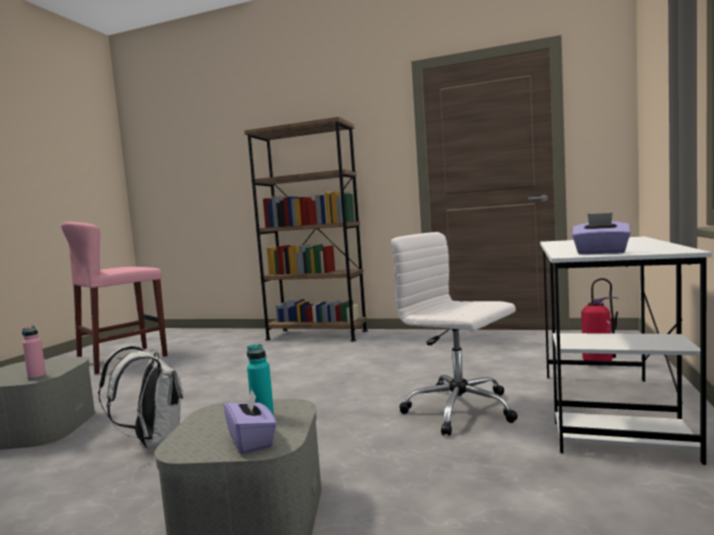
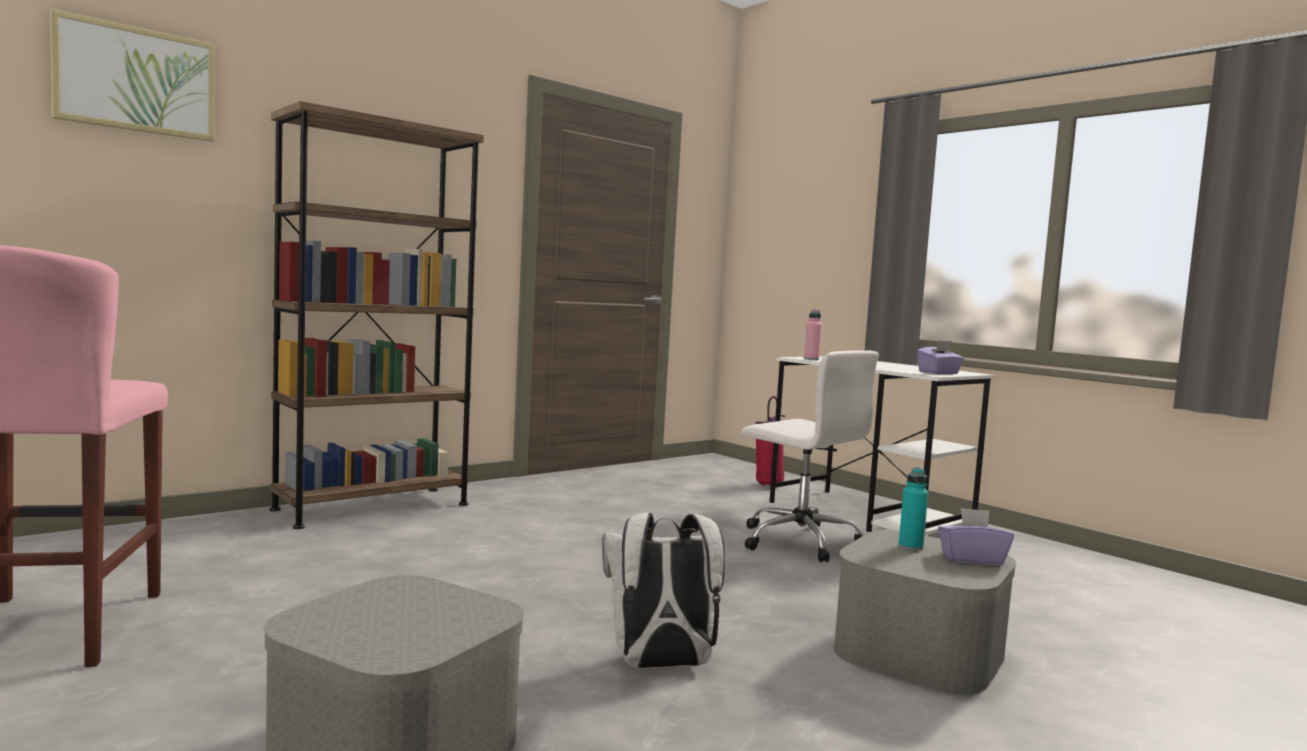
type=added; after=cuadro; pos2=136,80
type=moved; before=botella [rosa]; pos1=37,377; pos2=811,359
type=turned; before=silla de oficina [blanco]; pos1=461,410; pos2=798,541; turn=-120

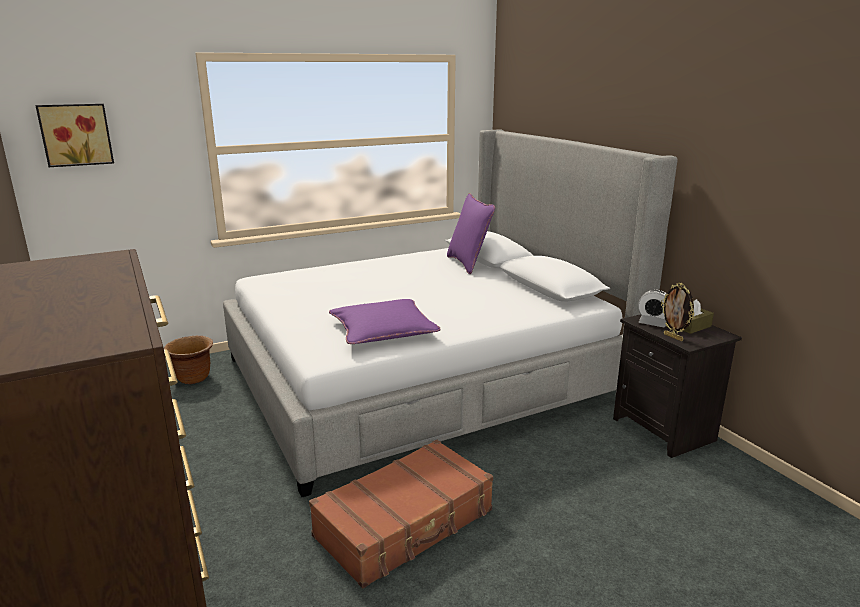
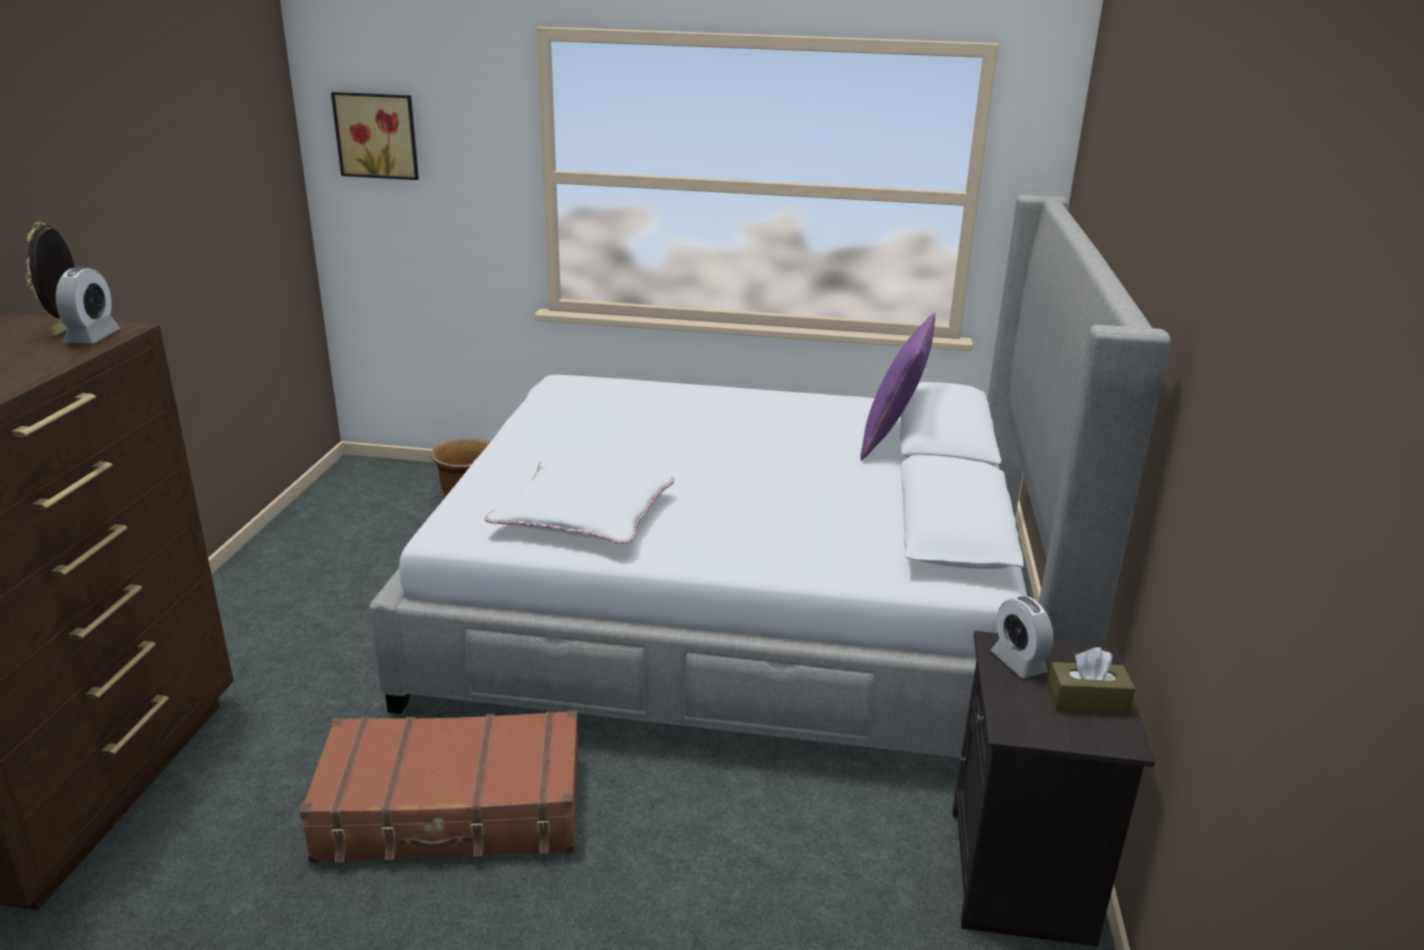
type=added; after=despertador; pos2=93,337
type=moved; before=portarretratos; pos1=673,337; pos2=67,329
type=recoloured; before=cojín [morado]; after=cojín [blanco]; pos1=383,330; pos2=583,515

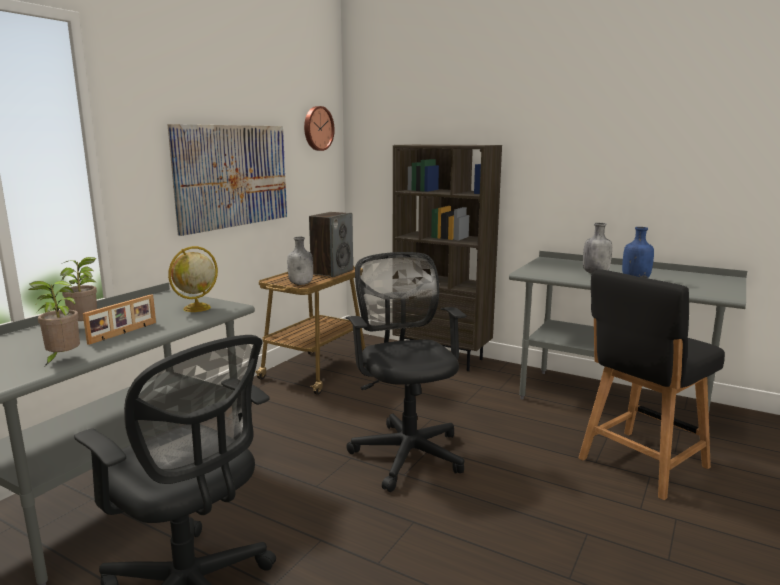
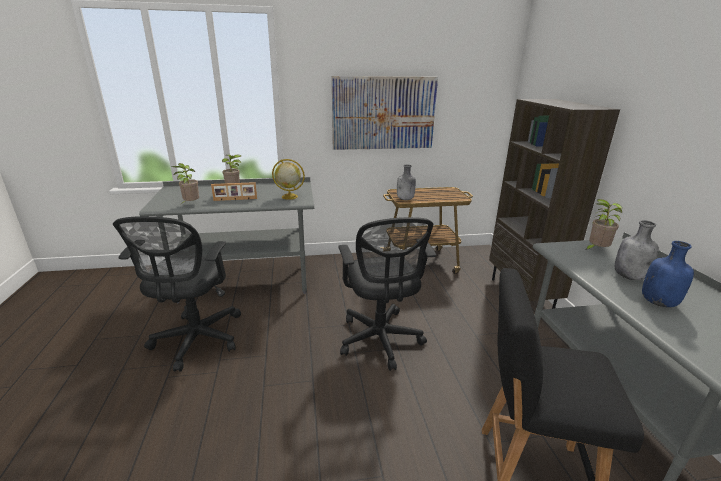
type=removed; before=reloj de pared; pos1=317,128
type=removed; before=altavoz; pos1=332,272
type=added; after=planta en maceta; pos2=596,250
type=turned; before=silla de oficina [negro]; pos1=407,451; pos2=380,341; turn=135

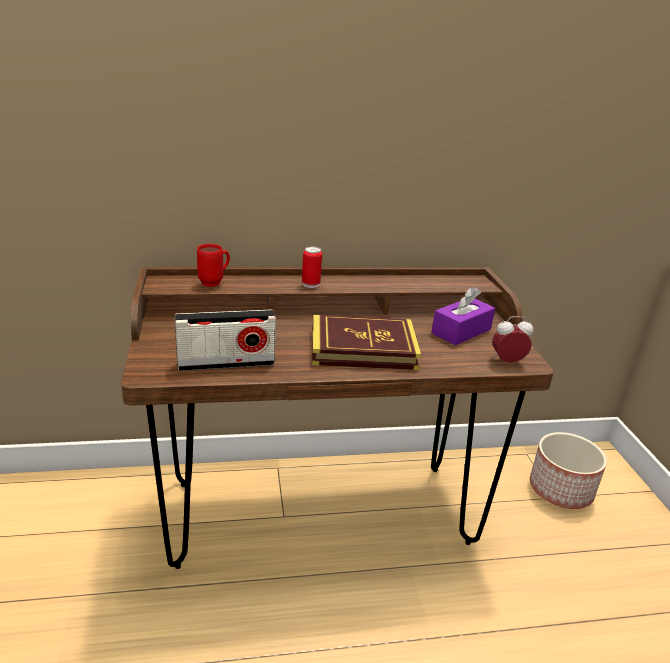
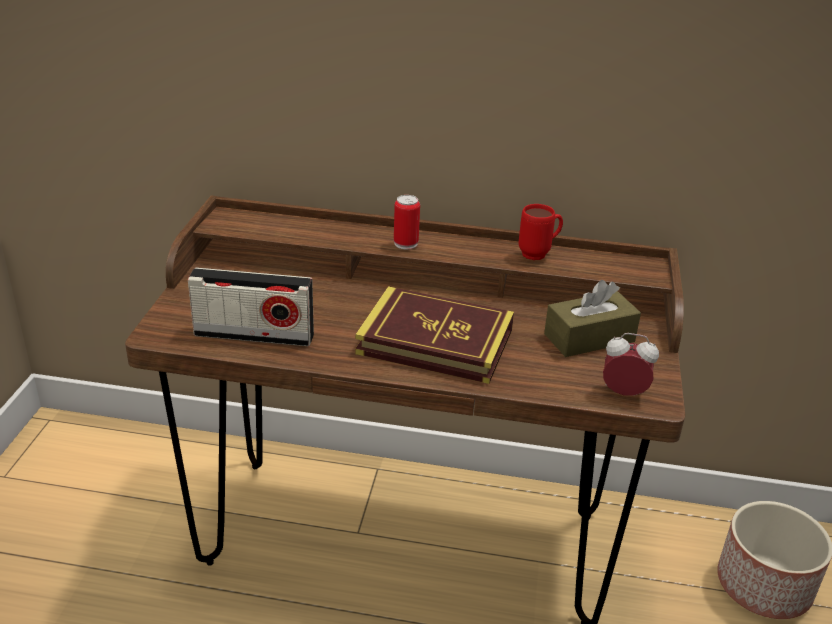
type=moved; before=taza grande [rojo]; pos1=215,282; pos2=539,253
type=recoloured; before=caja de pañuelos [morado]; after=caja de pañuelos [marrón]; pos1=461,331; pos2=589,338

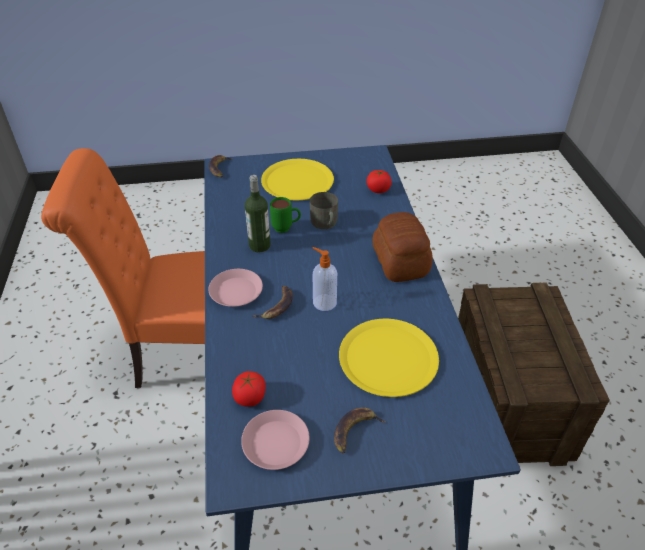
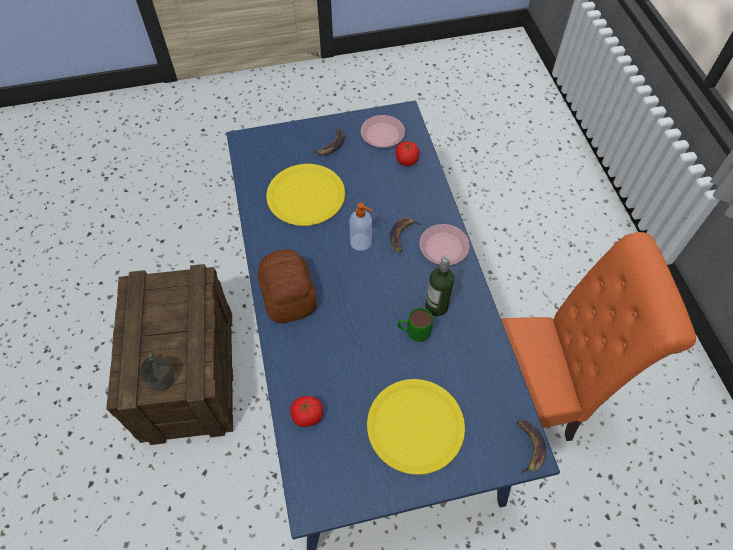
type=moved; before=taza grande [gris]; pos1=325,223; pos2=161,375

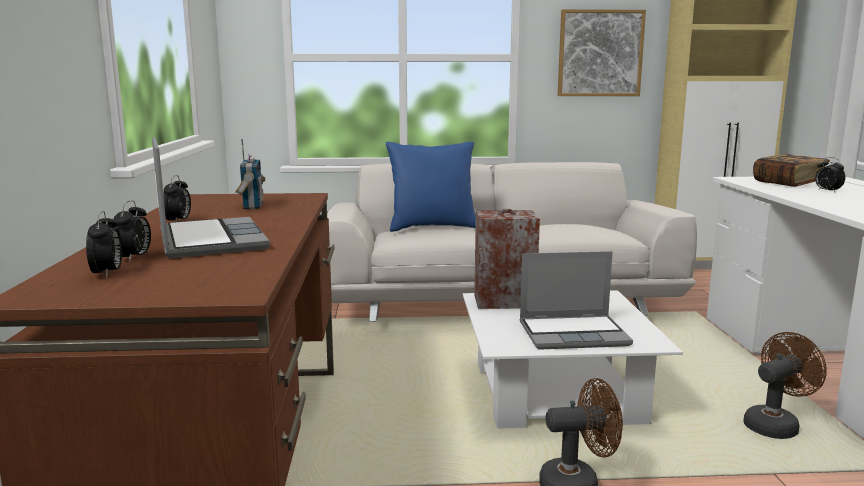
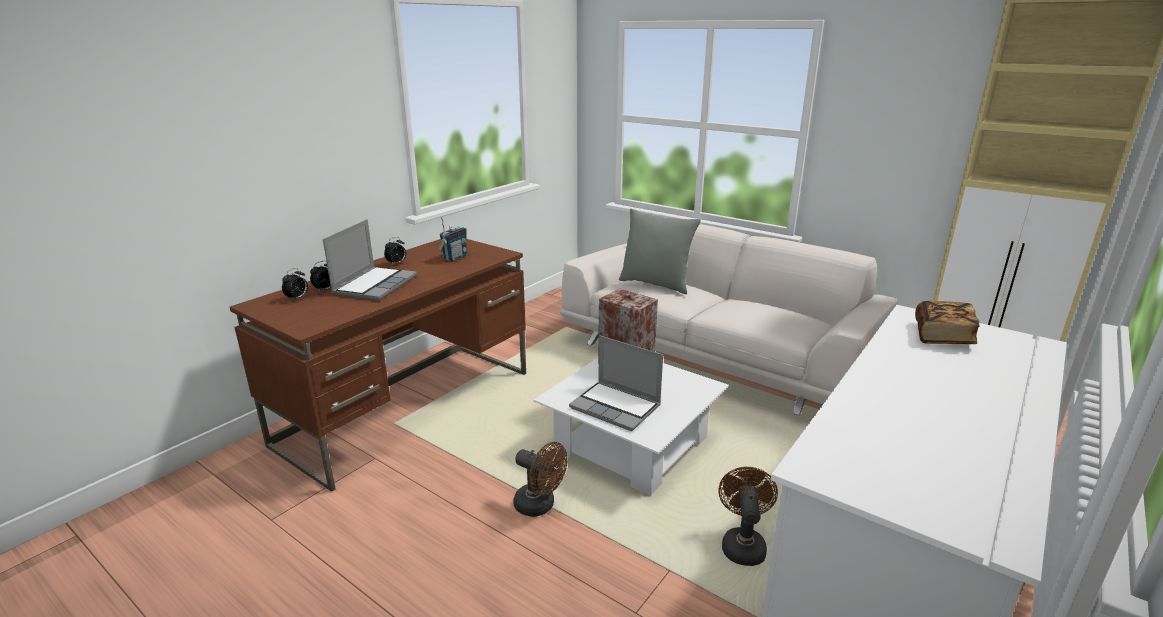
type=removed; before=cuadro; pos1=600,53
type=removed; before=despertador; pos1=827,191
type=recoloured; before=cojín [azul]; after=cojín [gris]; pos1=432,227; pos2=656,284
type=turned; before=ventilador [marrón]; pos1=775,425; pos2=742,544; turn=-90

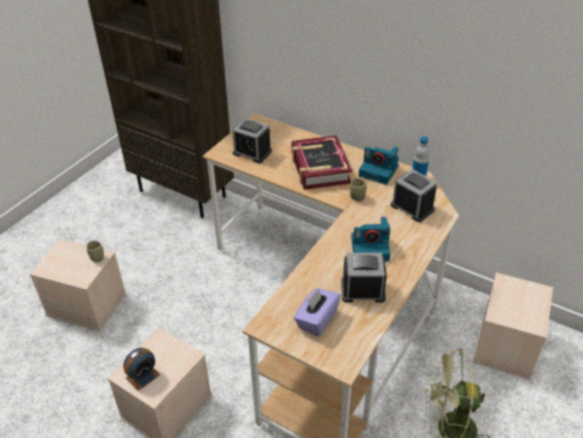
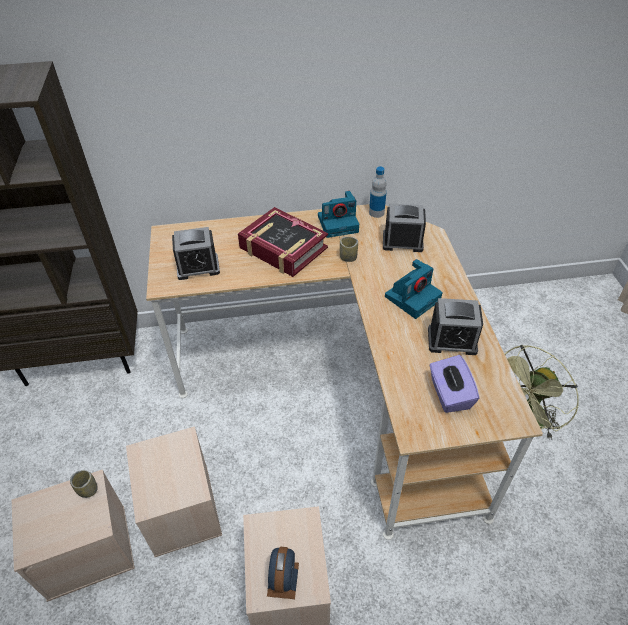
type=moved; before=caja de almacenaje [beis]; pos1=506,346; pos2=183,509
type=turned; before=despertador; pos1=362,290; pos2=452,340; turn=-135

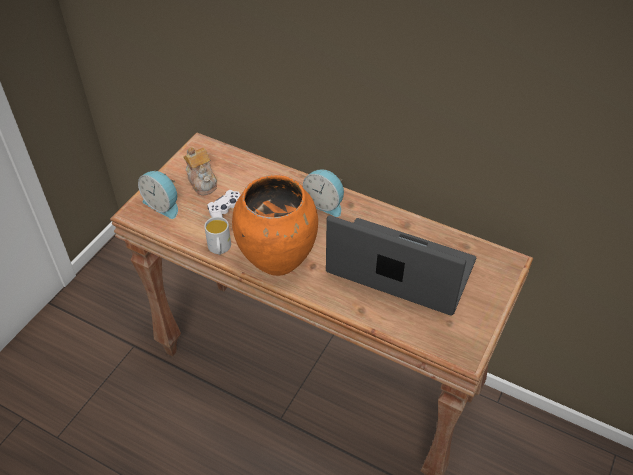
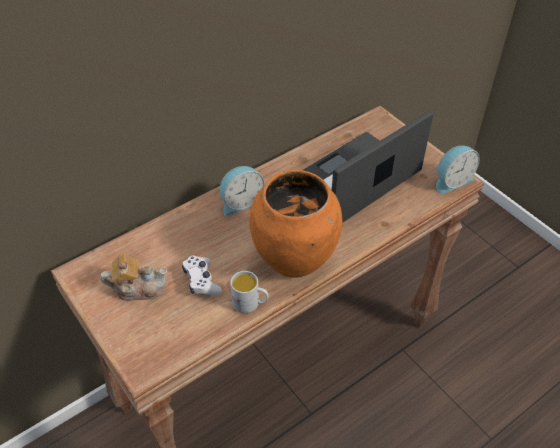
type=moved; before=despertador; pos1=163,205; pos2=451,181

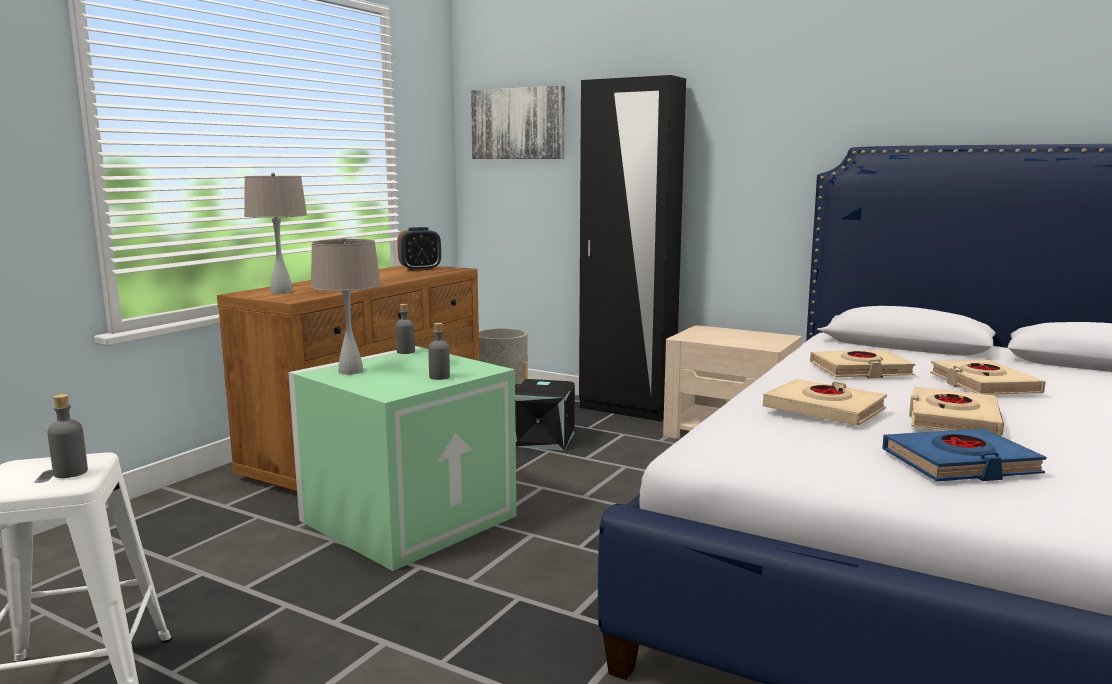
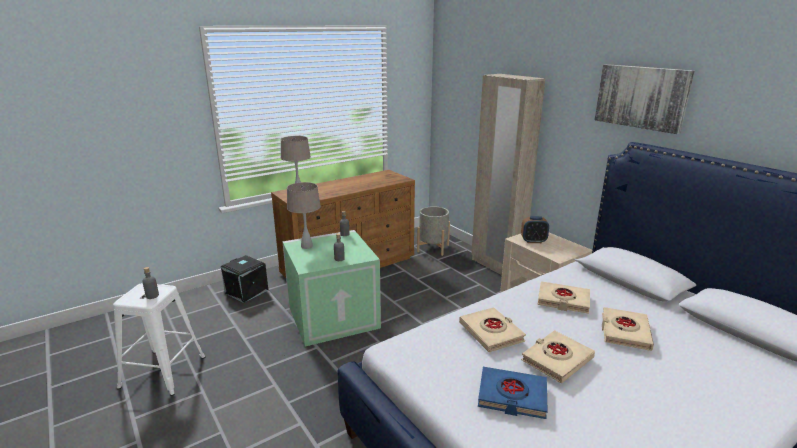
type=moved; before=despertador; pos1=420,269; pos2=533,241
type=moved; before=cuadro; pos1=518,124; pos2=641,97
type=moved; before=caja de almacenaje [negro]; pos1=542,440; pos2=246,292
type=recoloured; before=armario ropero [negro]; after=armario ropero [beis]; pos1=626,410; pos2=496,266

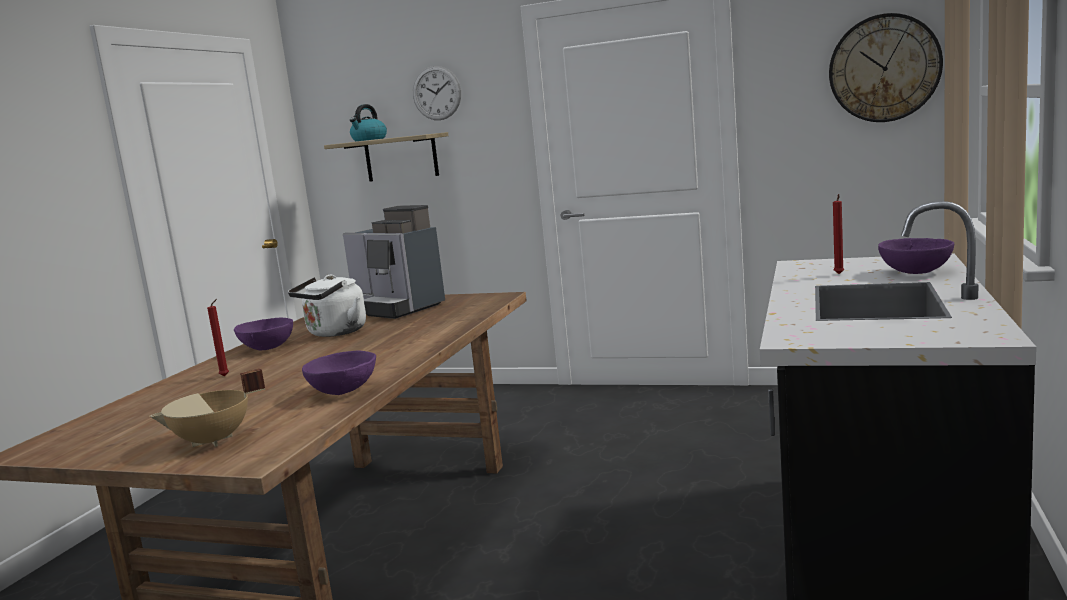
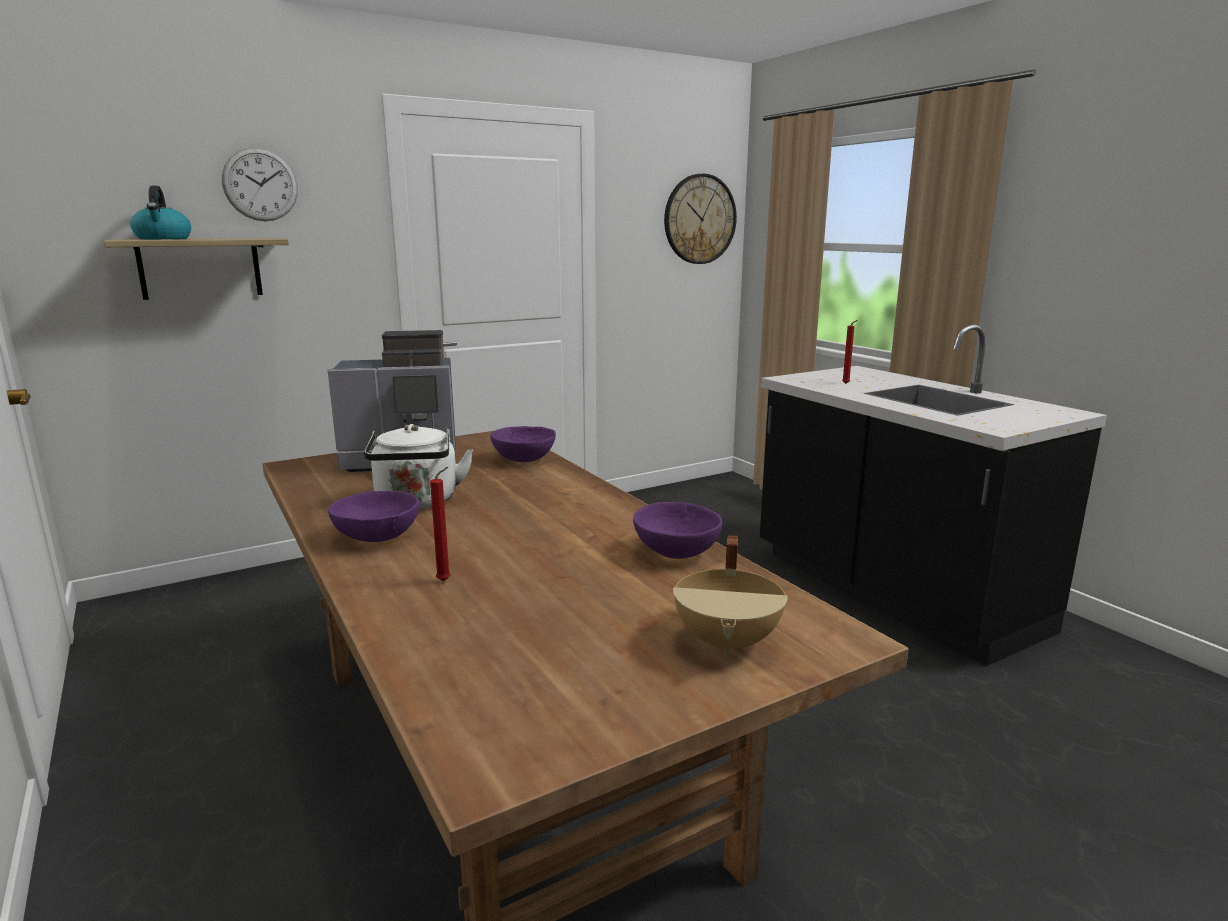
type=moved; before=cuenco [morado]; pos1=914,272; pos2=523,460

